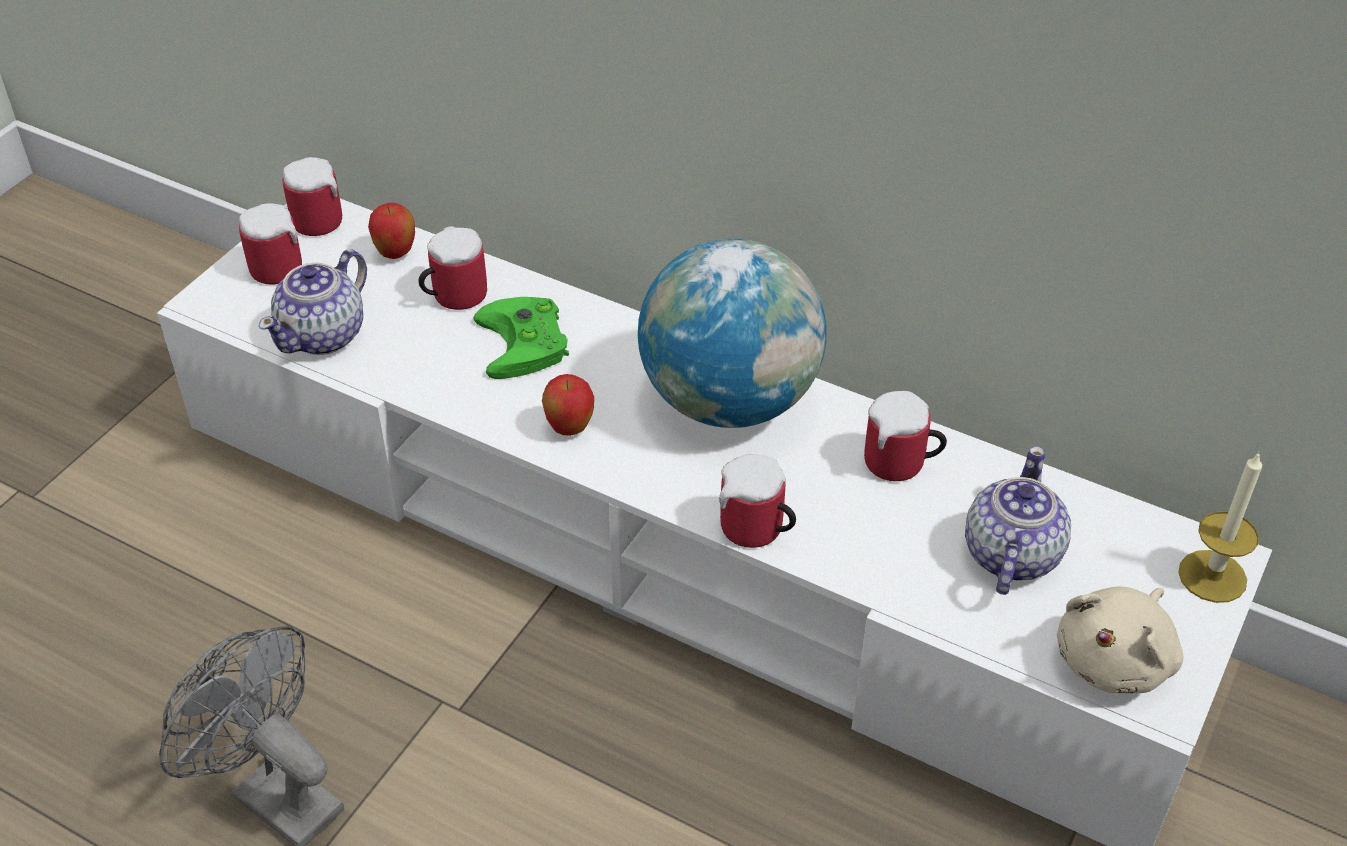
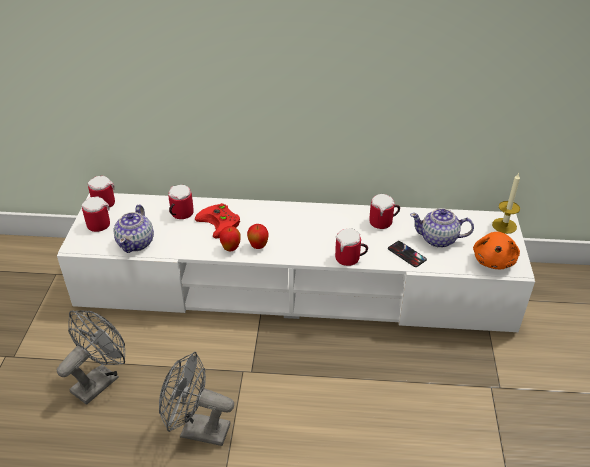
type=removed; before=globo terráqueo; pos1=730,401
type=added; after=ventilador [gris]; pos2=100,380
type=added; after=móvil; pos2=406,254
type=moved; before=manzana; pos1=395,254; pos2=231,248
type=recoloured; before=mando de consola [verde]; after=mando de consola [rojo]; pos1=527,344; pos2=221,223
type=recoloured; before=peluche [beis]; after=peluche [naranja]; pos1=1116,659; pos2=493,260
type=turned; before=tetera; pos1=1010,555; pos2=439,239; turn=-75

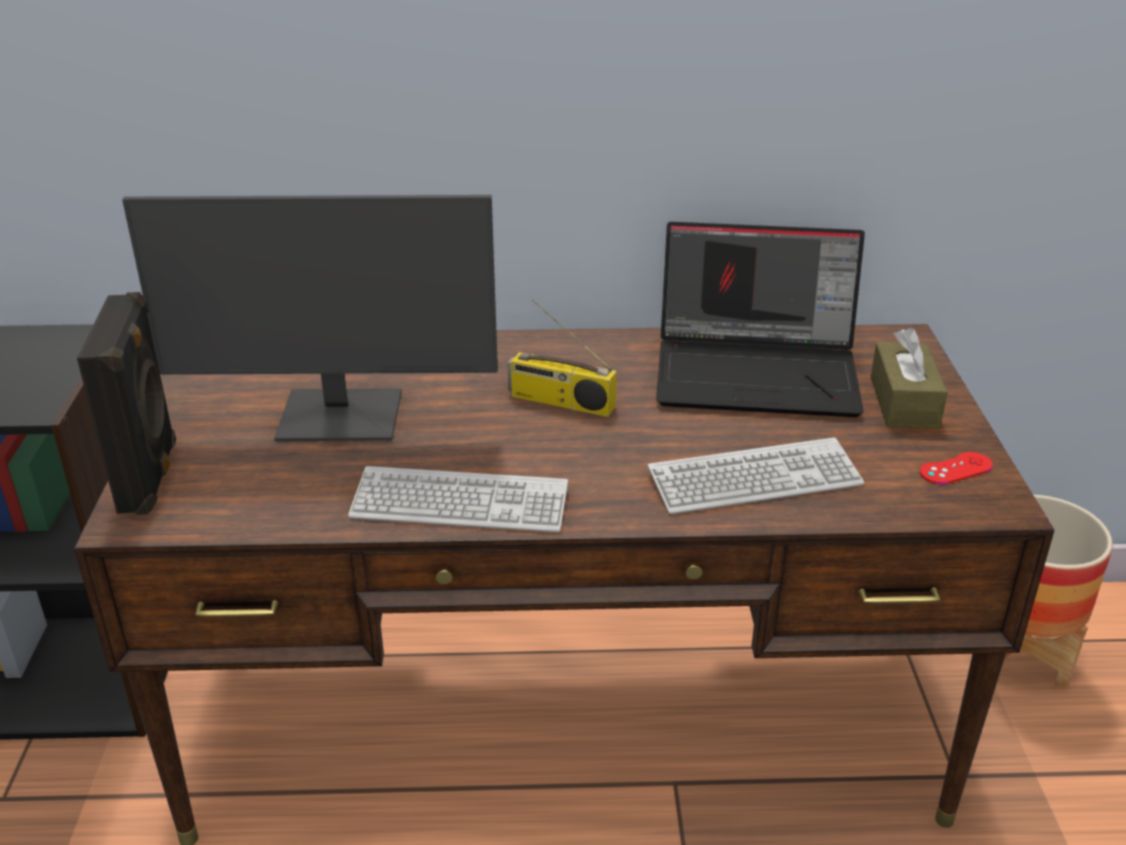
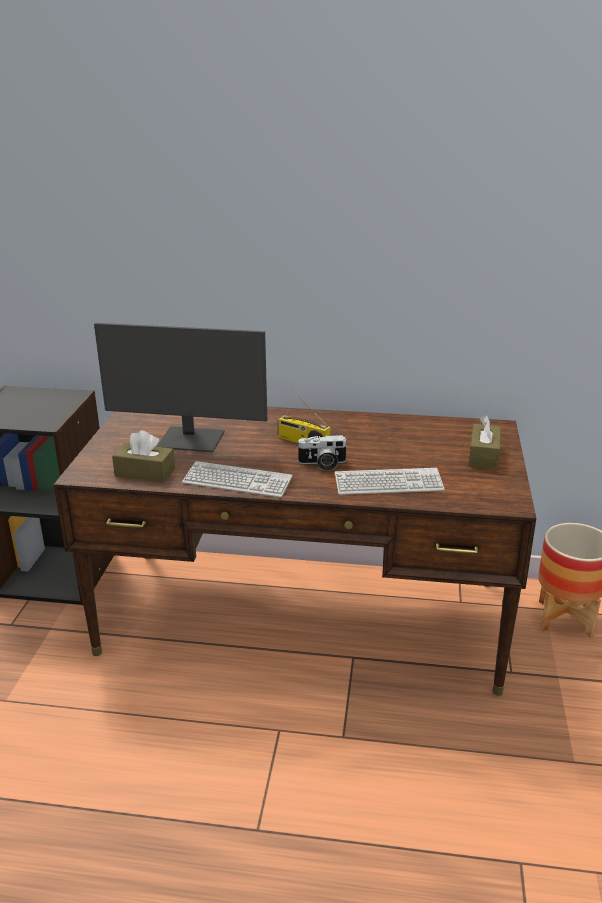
type=removed; before=altavoz [negro]; pos1=151,476
type=removed; before=portátil; pos1=759,372
type=removed; before=mando de consola [rojo]; pos1=955,469
type=added; after=caja de pañuelos [marrón]; pos2=145,472
type=added; after=cámara; pos2=322,464

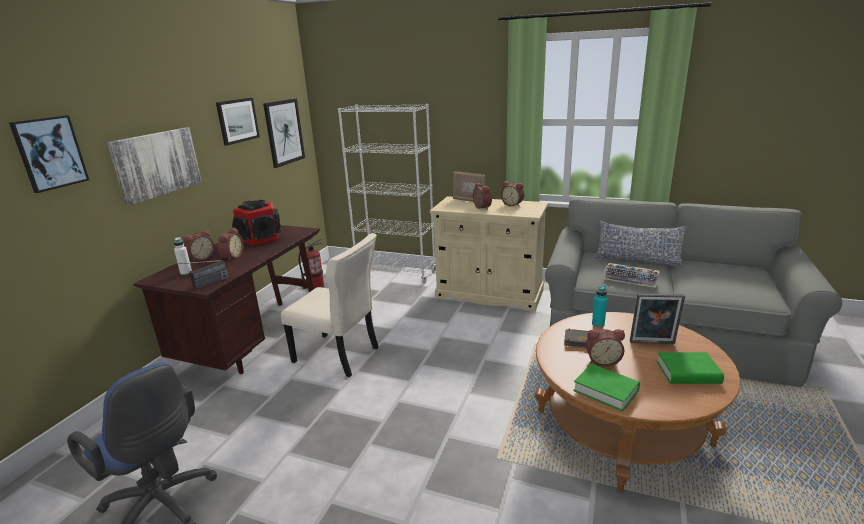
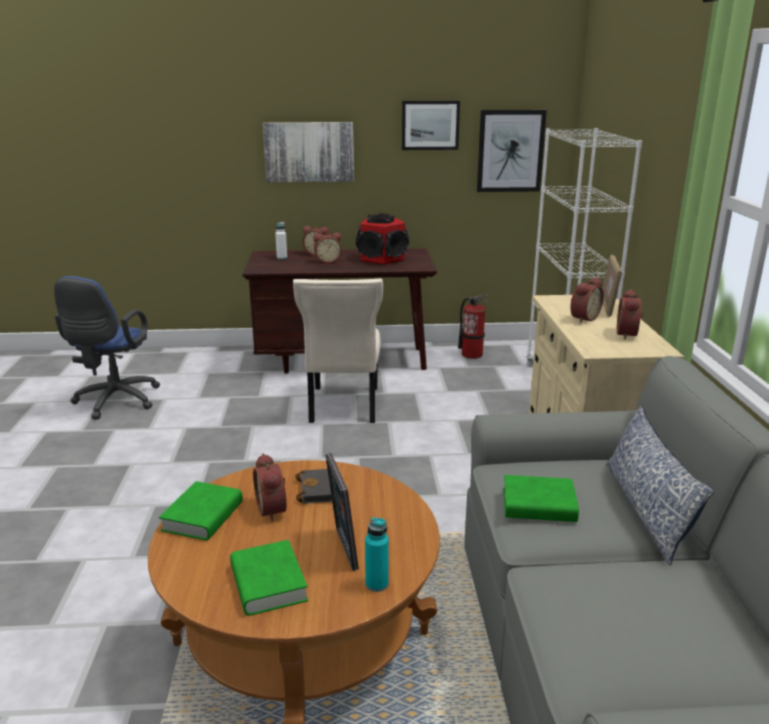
type=removed; before=cuadro; pos1=50,153
type=removed; before=radio; pos1=202,285
type=moved; before=botella [turquesa]; pos1=598,324; pos2=377,584
type=replaced; before=teclado; after=libro [verde]; pos1=631,279; pos2=538,505

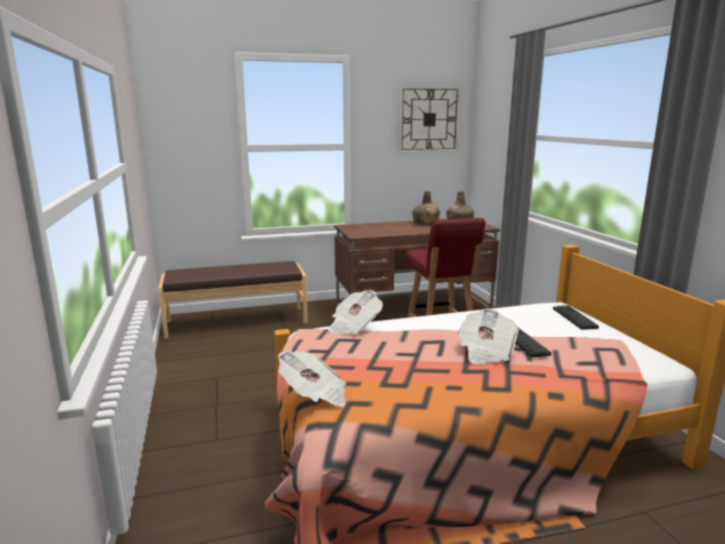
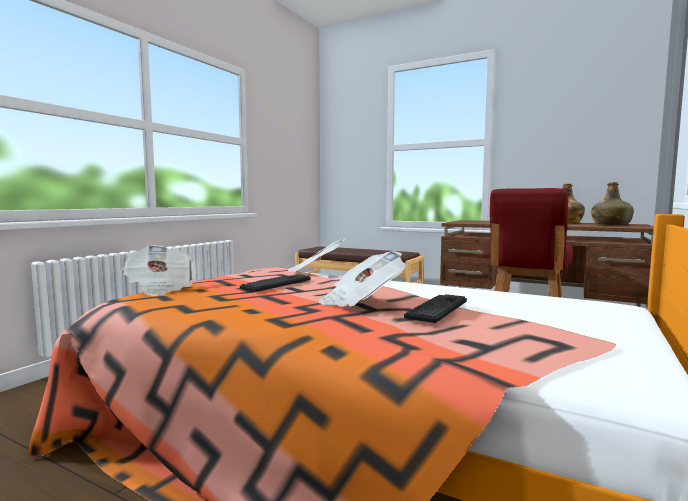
type=removed; before=reloj de pared; pos1=429,119
type=moved; before=teclado; pos1=574,318; pos2=276,284

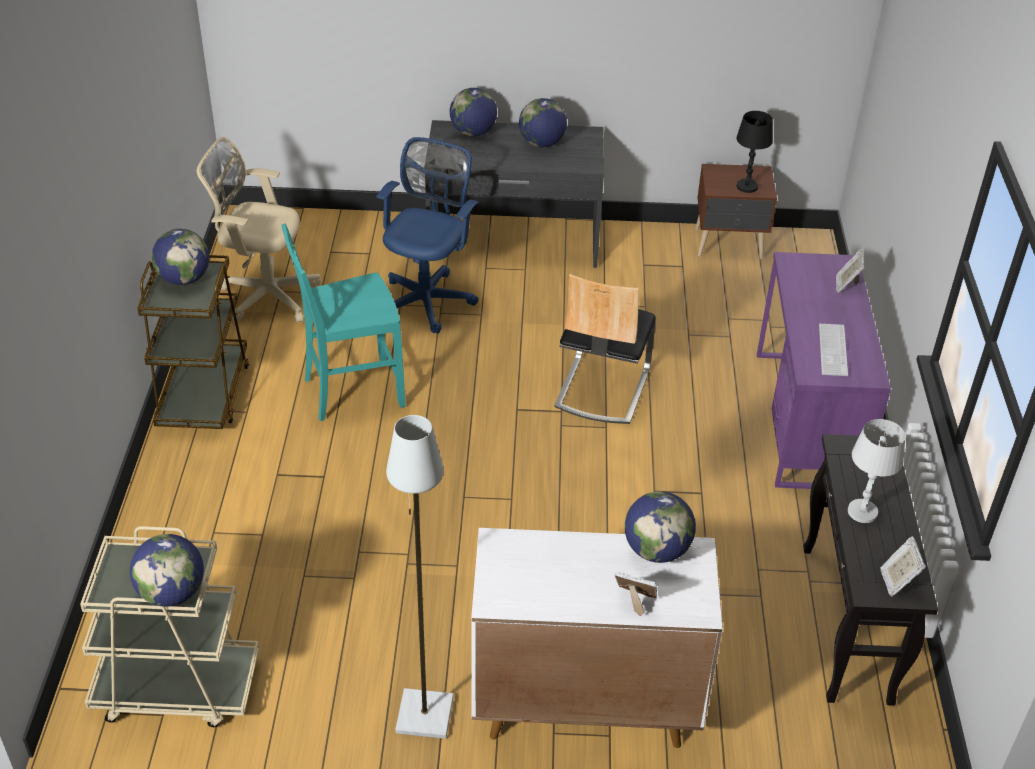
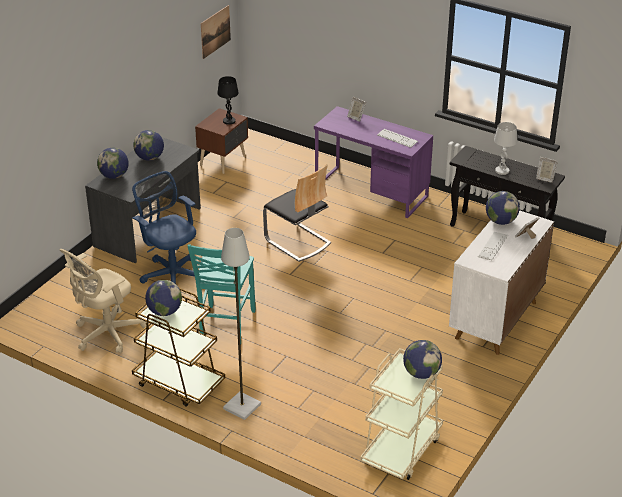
type=added; after=cuadro; pos2=215,31
type=added; after=teclado; pos2=493,246
type=moved; before=lámpara de pie [gris]; pos1=423,716; pos2=242,407

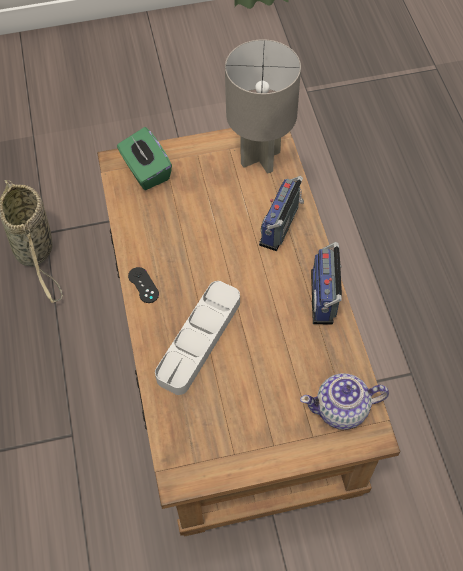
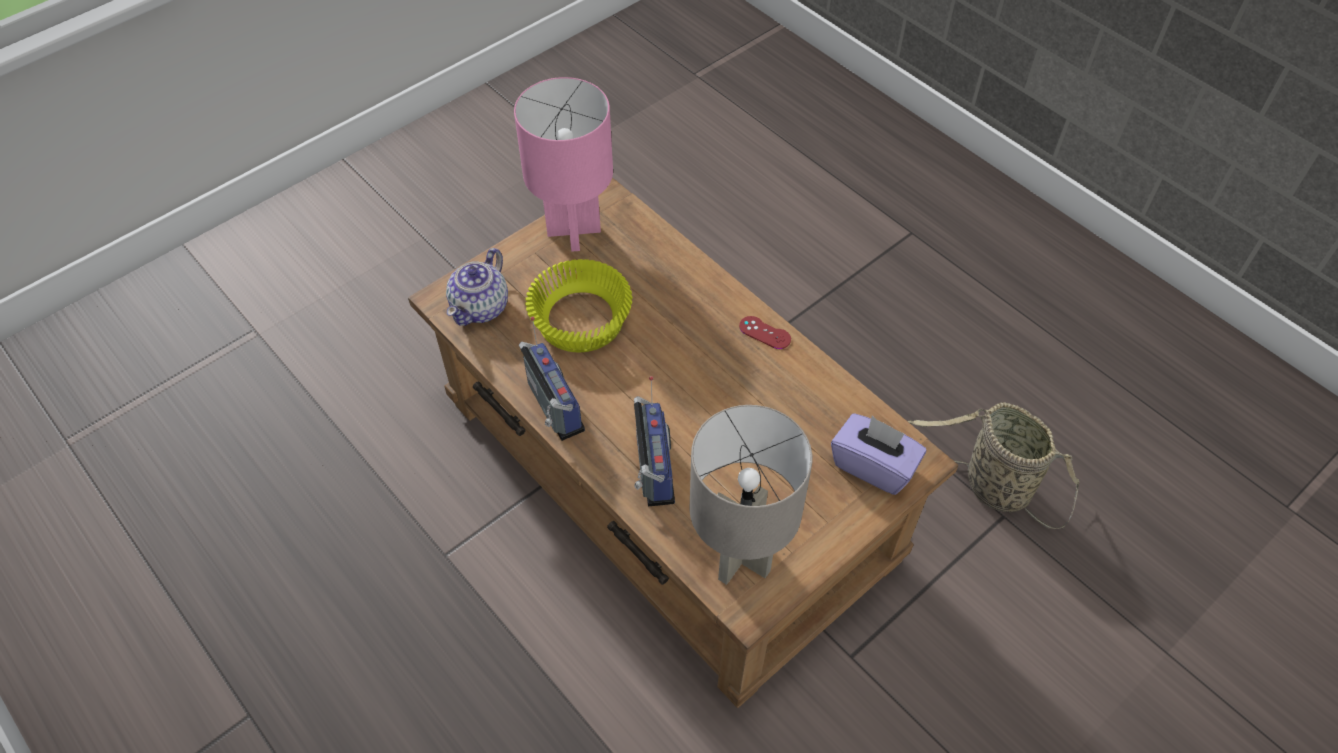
type=removed; before=bandeja [gris]; pos1=199,340
type=added; after=lámpara de mesa [rosa]; pos2=574,232
type=added; after=cuenco [amarillo]; pos2=581,319
type=recoloured; before=caja de pañuelos [verde]; after=caja de pañuelos [morado]; pos1=146,171; pos2=873,466
type=recoloured; before=mando de consola [negro]; after=mando de consola [rojo]; pos1=143,285; pos2=765,333
type=turned; before=tetera; pos1=342,409; pos2=481,307; turn=150

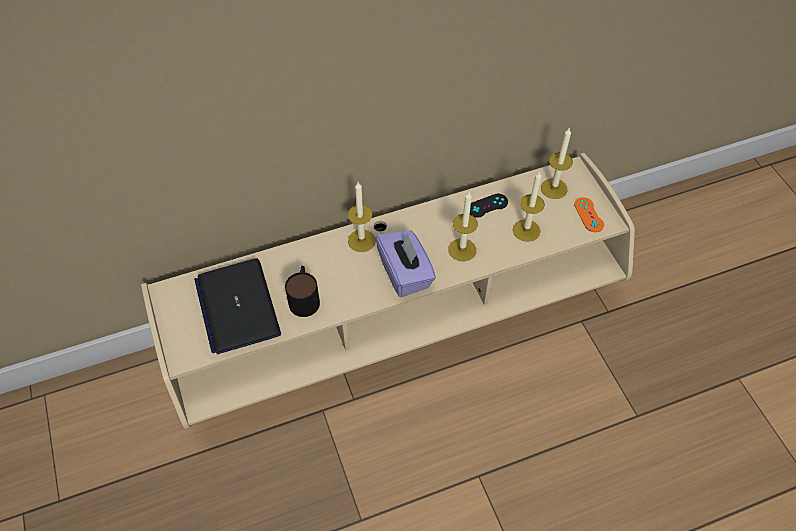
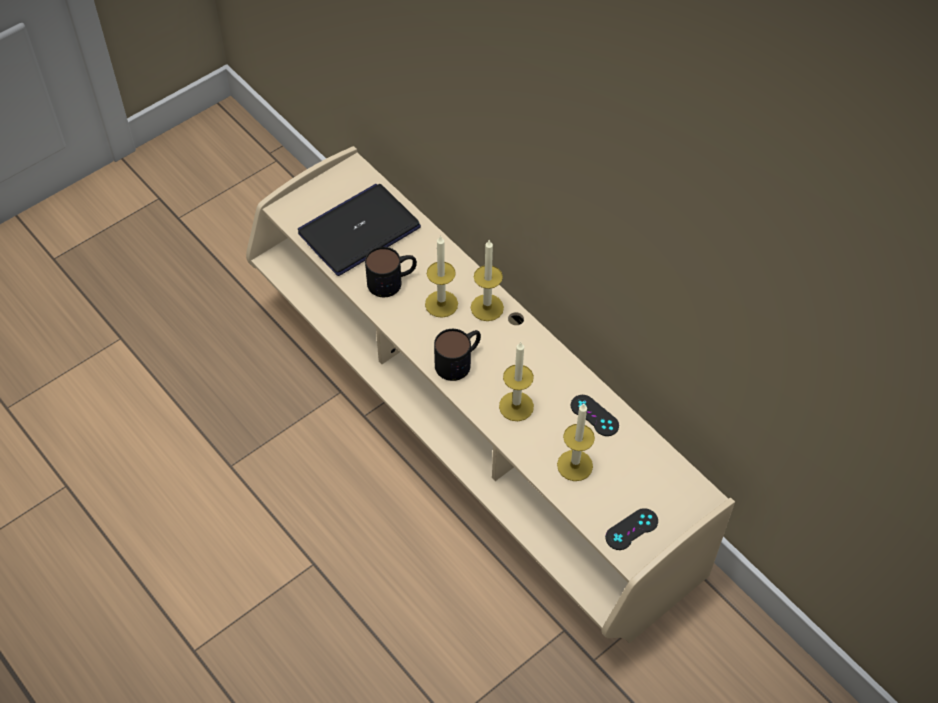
type=moved; before=vela; pos1=554,188; pos2=441,304
type=replaced; before=caja de pañuelos [morado]; after=taza grande; pos1=405,273; pos2=459,361
type=recoloured; before=mando de consola [naranja]; after=mando de consola [negro]; pos1=588,215; pos2=631,529

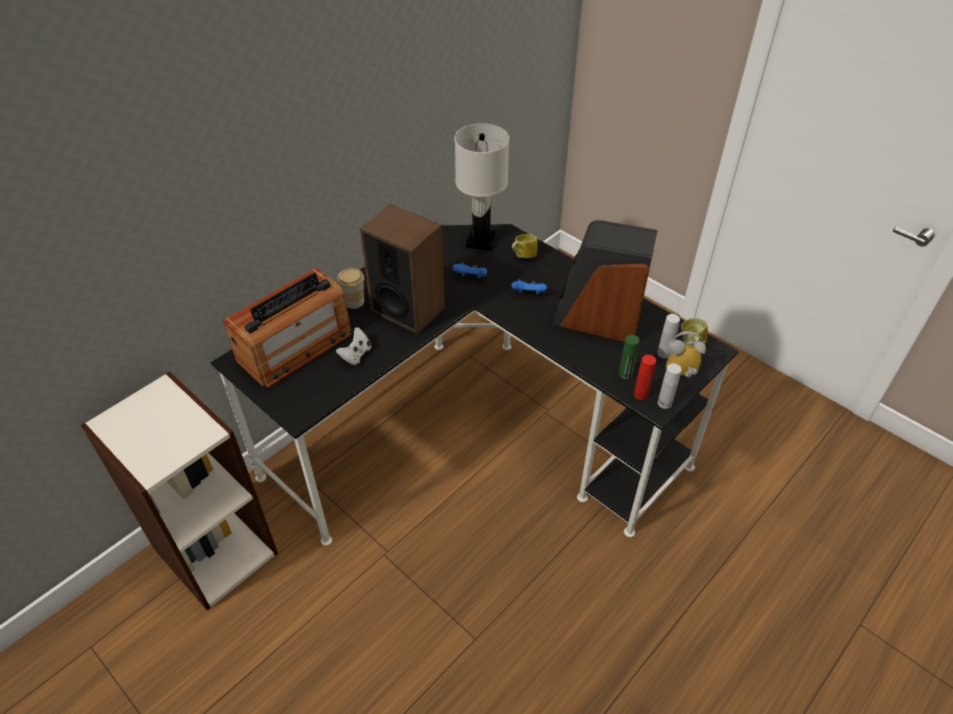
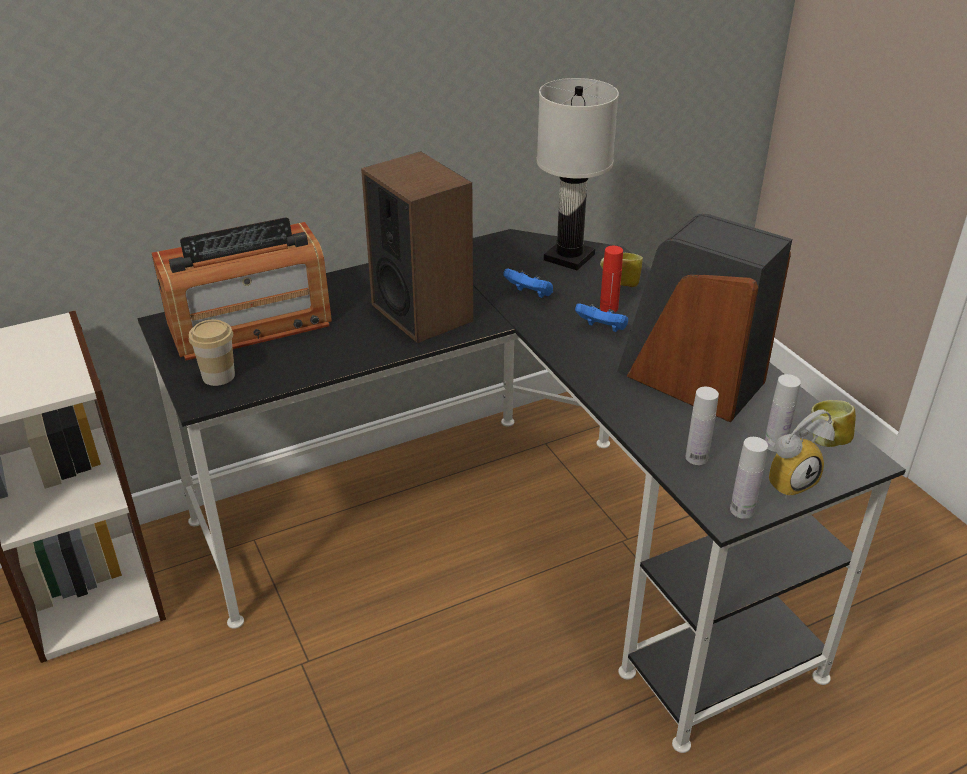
type=removed; before=mando de consola [blanco]; pos1=356,355
type=moved; before=taza; pos1=354,302; pos2=218,376
type=moved; before=botella [rojo]; pos1=640,394; pos2=608,308
type=recoloured; before=botella [verde]; after=botella [blanco]; pos1=625,374; pos2=696,457
type=turned; before=despertador; pos1=681,375; pos2=788,480; turn=135

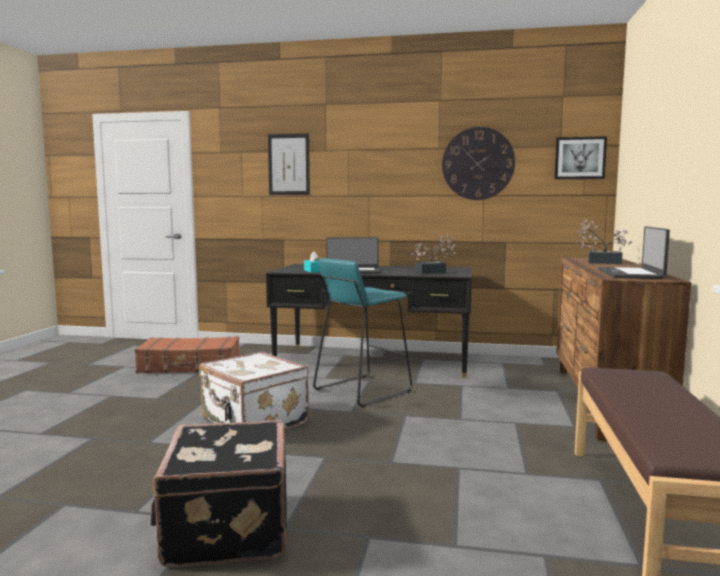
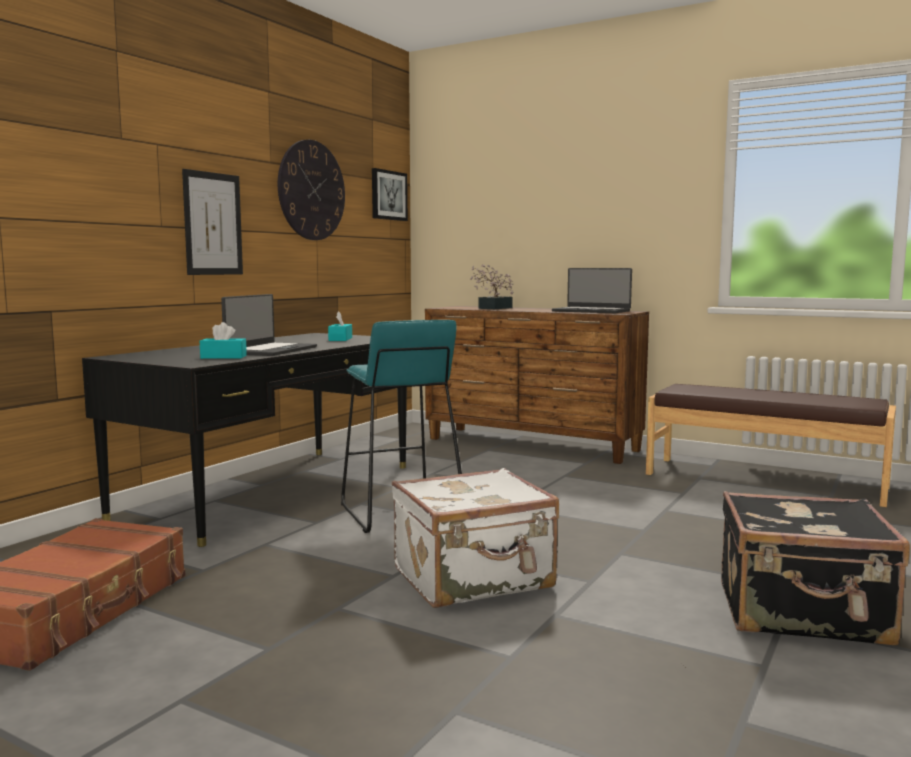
type=moved; before=cuadro; pos1=289,164; pos2=213,224
type=replaced; before=planta en maceta; after=caja de pañuelos [turquesa]; pos1=434,272; pos2=340,339

